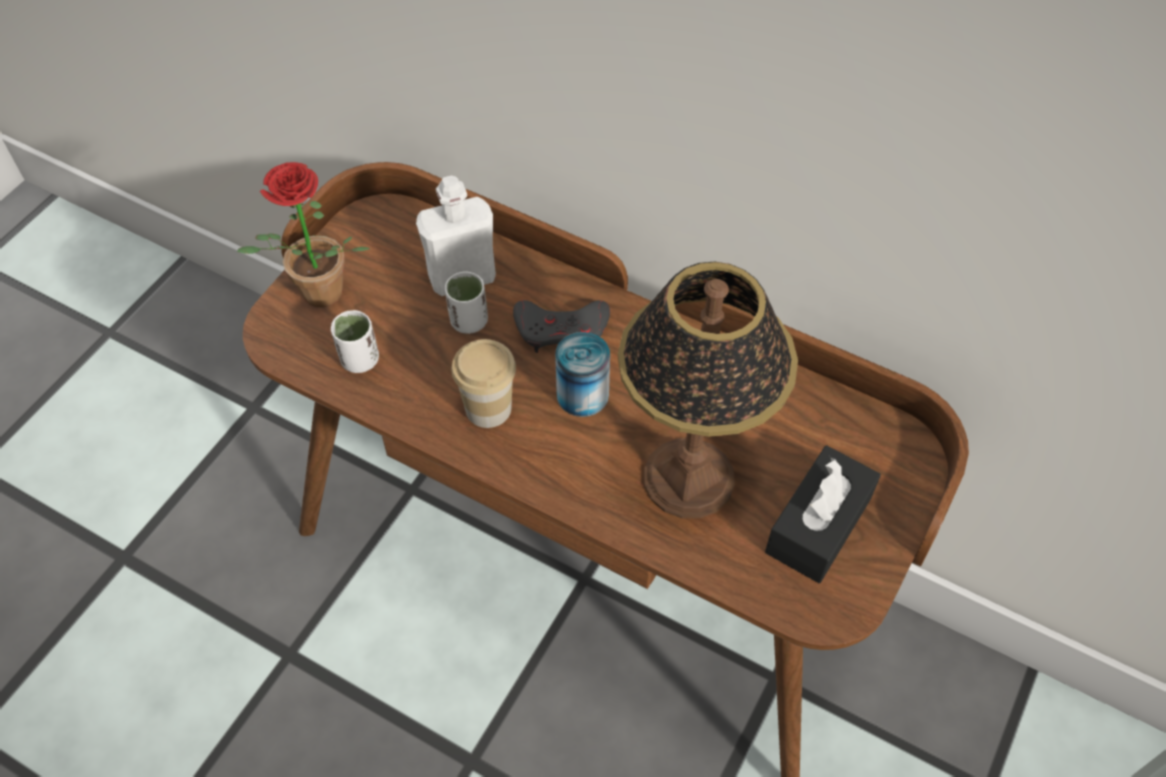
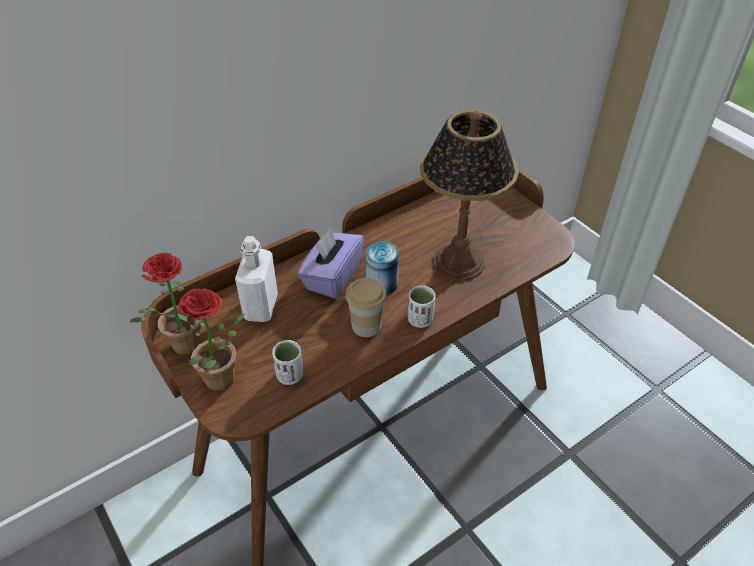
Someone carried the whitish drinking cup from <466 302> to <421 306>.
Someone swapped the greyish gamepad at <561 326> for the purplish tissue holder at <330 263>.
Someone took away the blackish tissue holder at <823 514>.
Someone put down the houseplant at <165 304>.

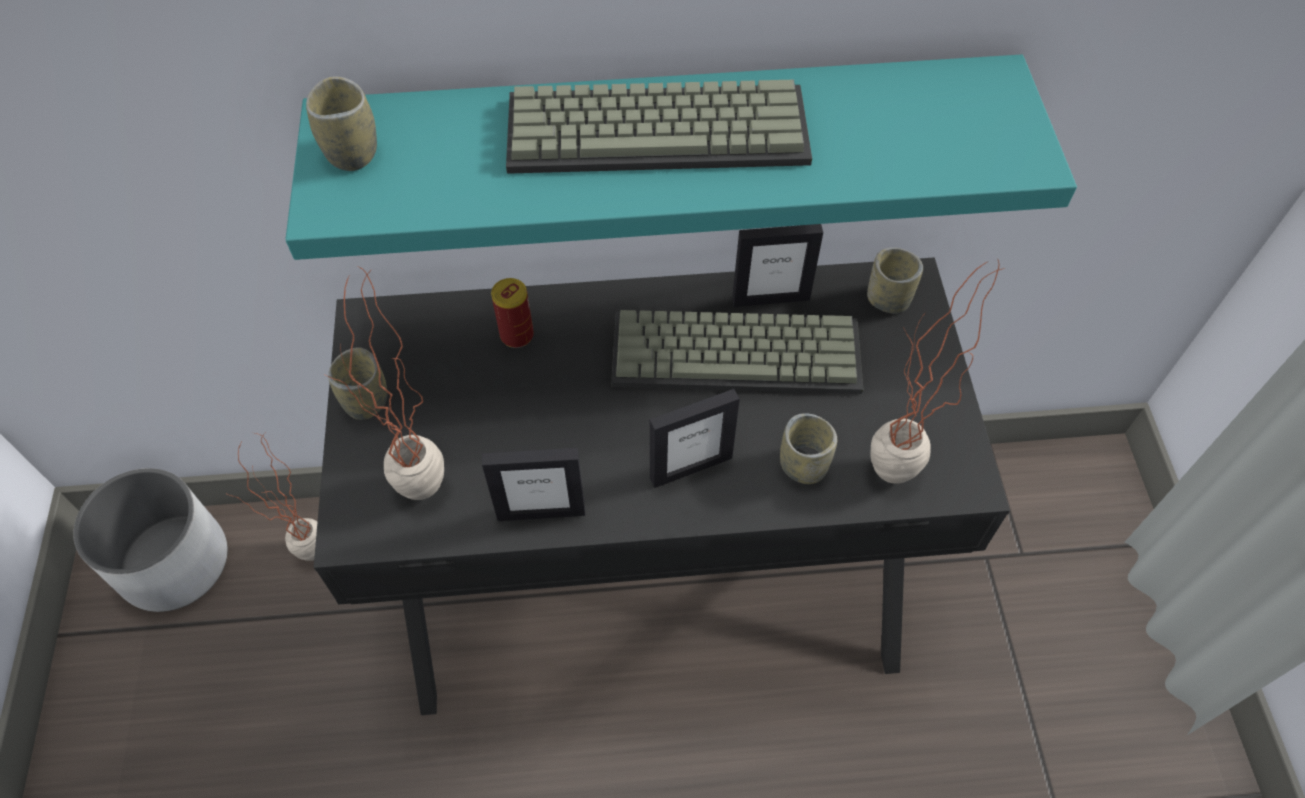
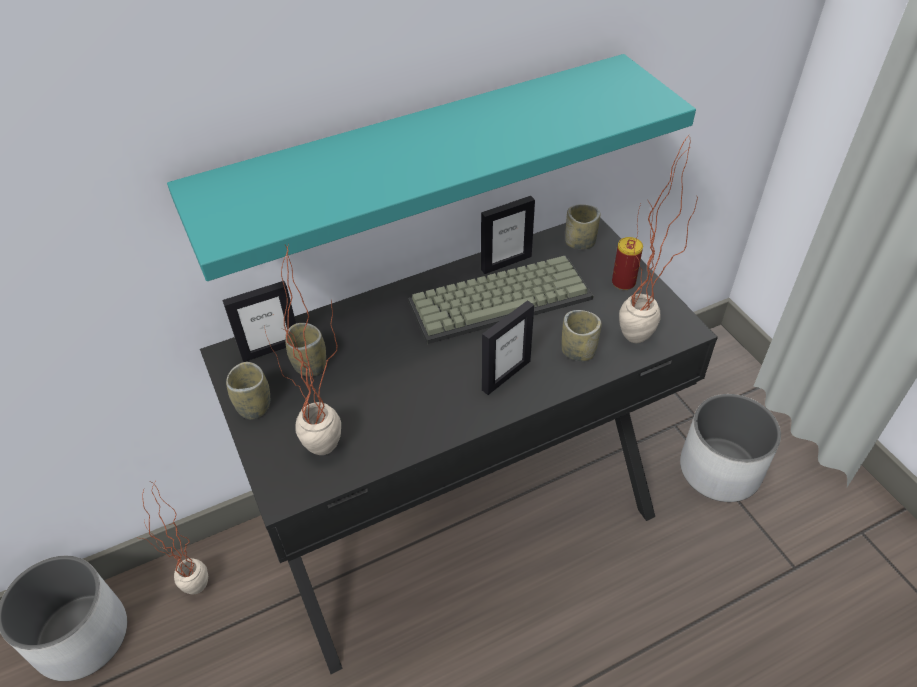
Someone carried the drinking cup from <341 123> to <305 350>.
Someone took away the keyboard at <659 127>.
Someone carried the sealed can from <512 313> to <627 263>.
Someone carried the standing frame from <533 484> to <259 321>.
Someone put down the whitish plant pot at <730 448>.

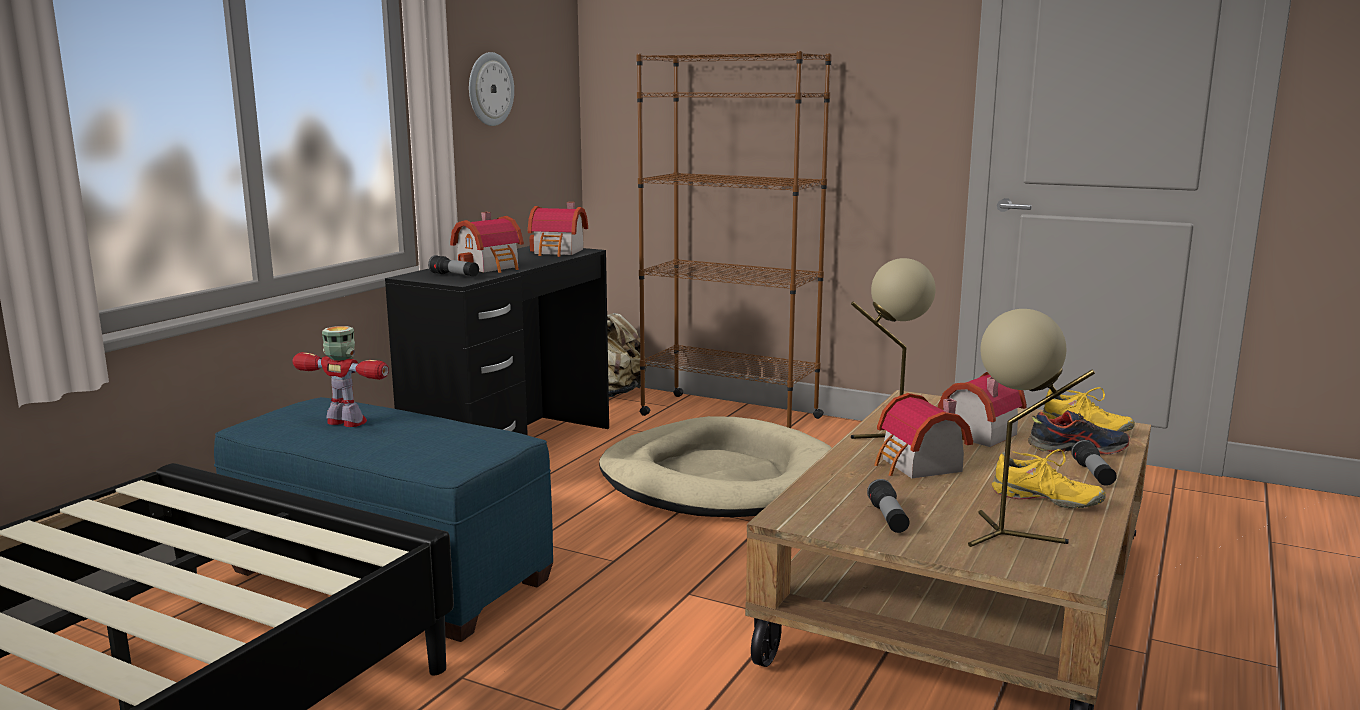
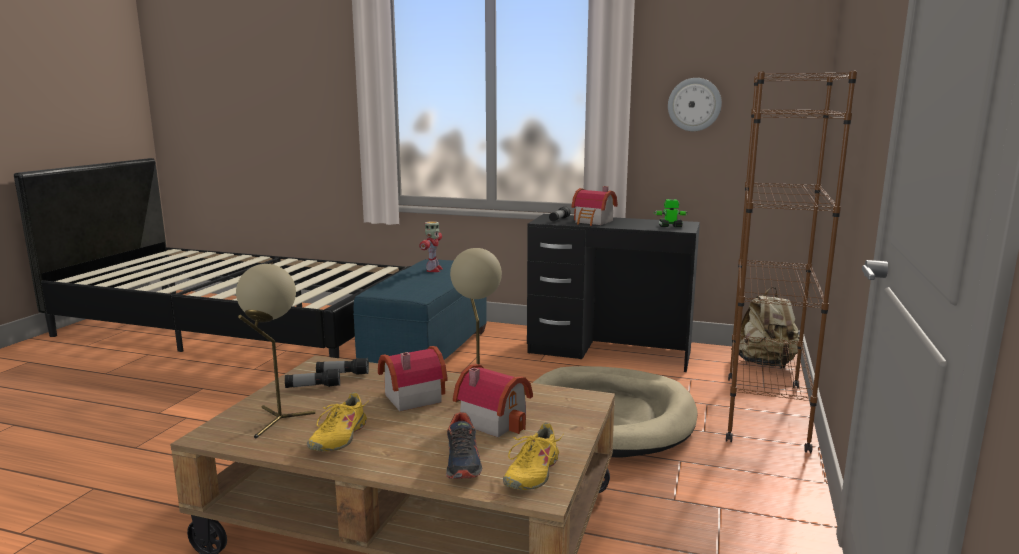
Someone swapped the miniature house at <558 229> for the toy robot at <671 213>.
Someone carried the flashlight from <1094 463> to <342 366>.

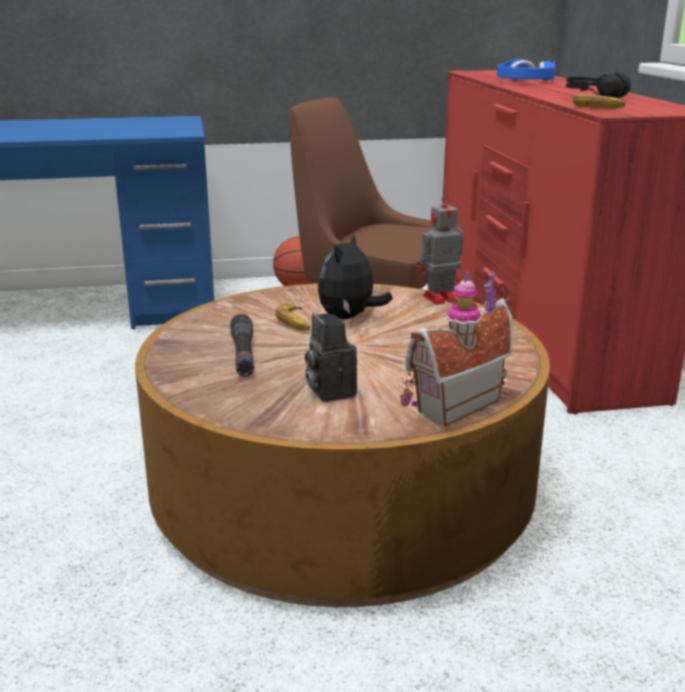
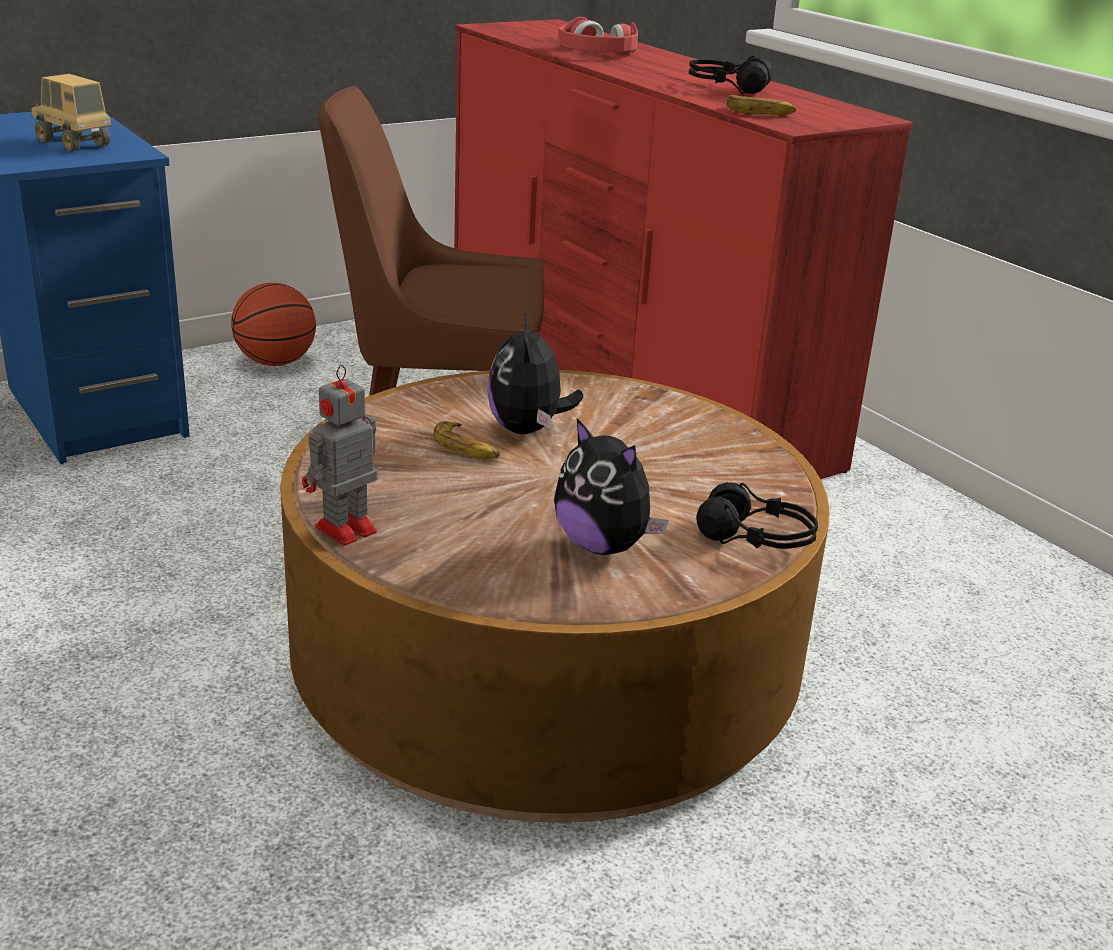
Someone repainted the bluish pair of headphones at <526 70>, which became the reddish pair of headphones at <598 35>.
Someone carried the toy robot from <440 249> to <339 455>.
Someone swapped the miniature house at <456 348> for the blackish pair of headphones at <757 515>.
Someone swapped the photo camera at <331 357> for the cuddly toy at <611 486>.
Someone took away the blackish flashlight at <242 345>.
Someone put down the toy lorry at <71 113>.

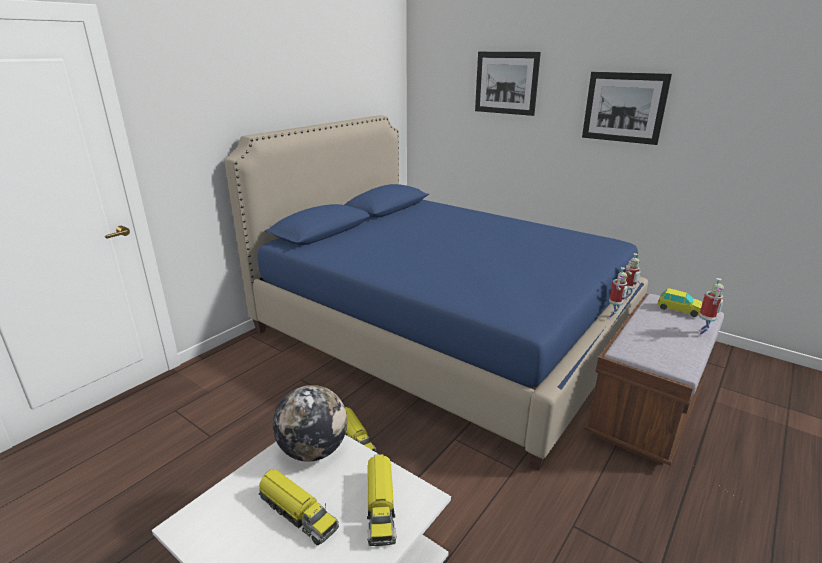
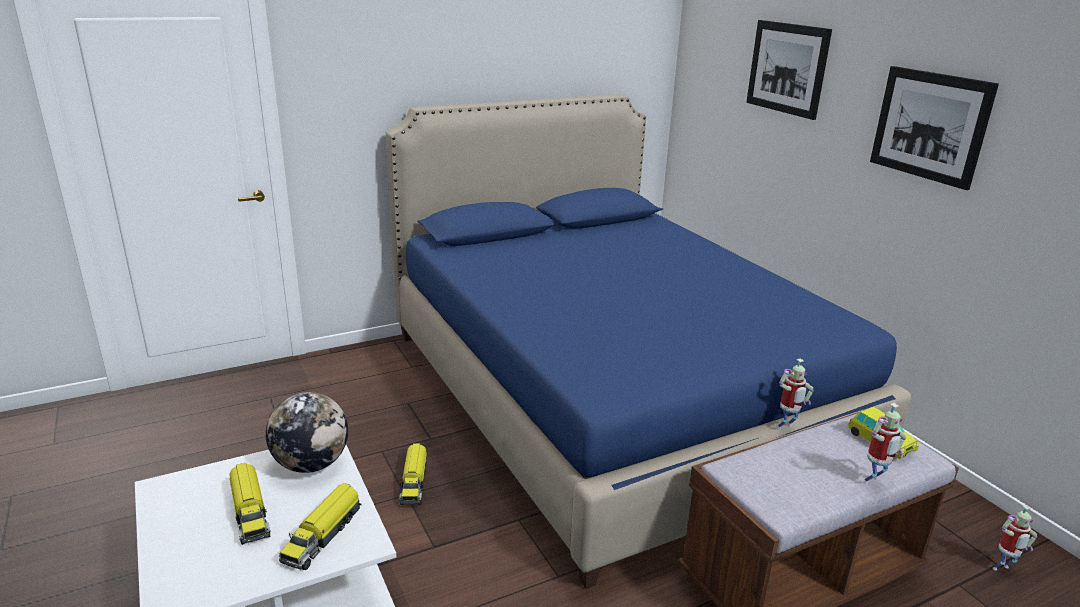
Someone carried the toy robot from <632 276> to <1014 538>.

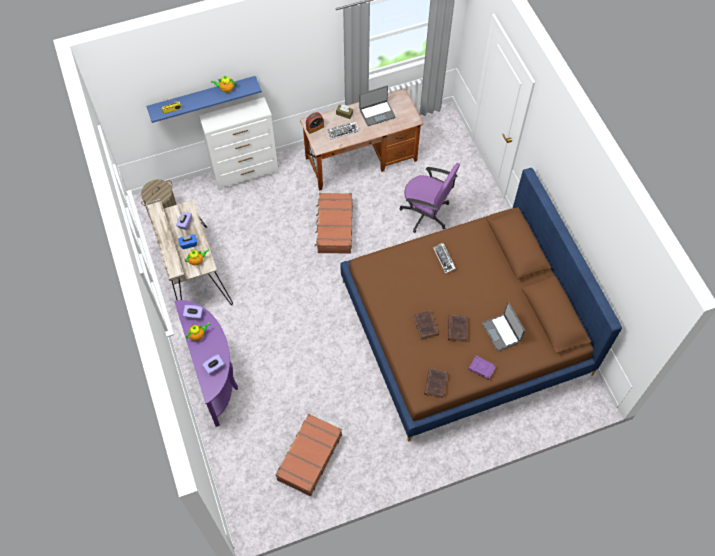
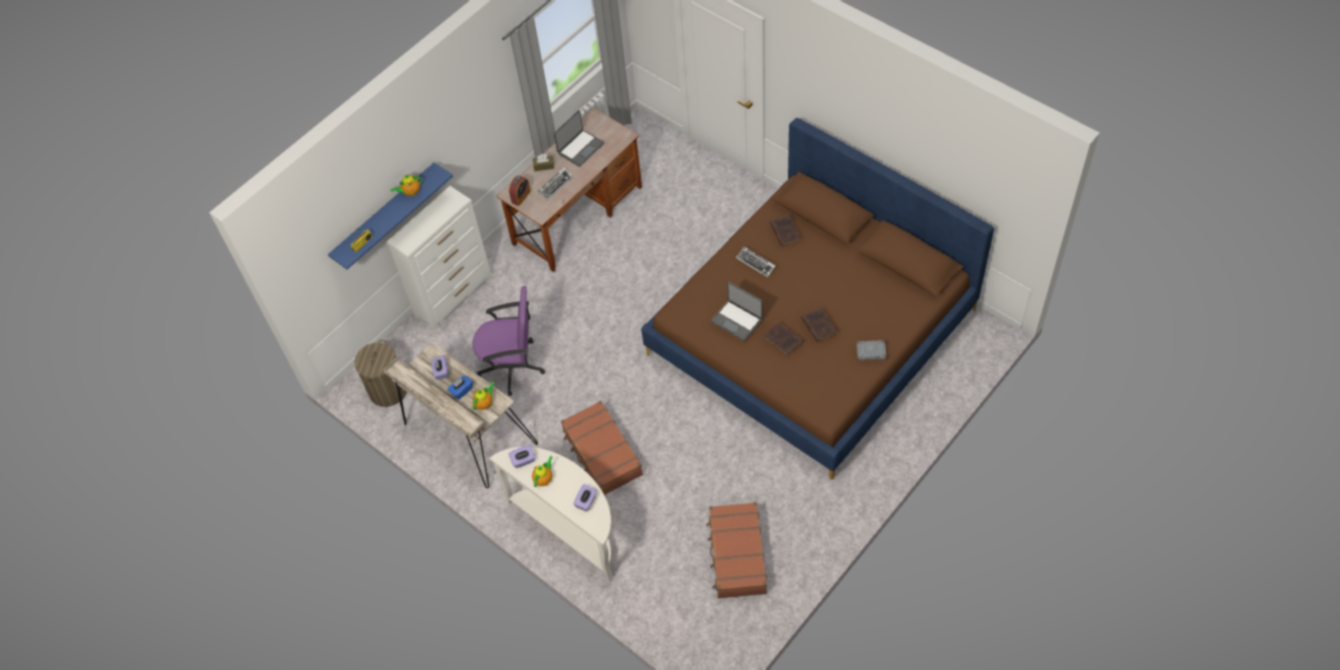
Someone carried the purplish office chair from <429 198> to <508 341>.
Someone carried the brown piece of luggage from <334 223> to <602 448>.
Someone repainted the purplish console table at <206 363>, which became the whitish console table at <552 514>.
Someone carried the notebook computer from <503 326> to <737 311>.
Someone repainted the purplish bound book at <482 368>, which became the greyish bound book at <871 350>.
Someone carried the brown bound book from <436 383> to <786 231>.

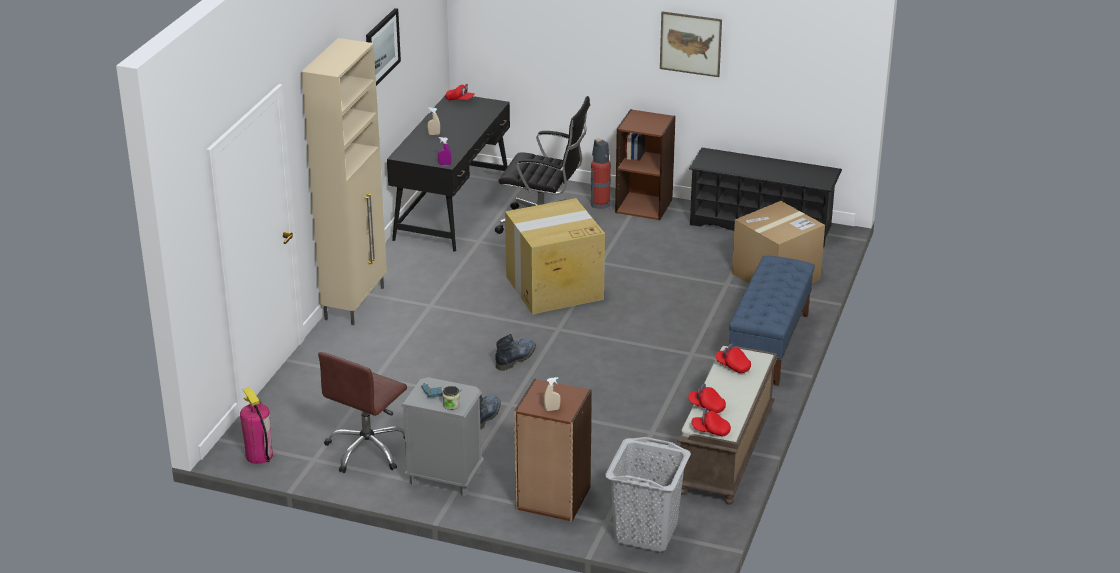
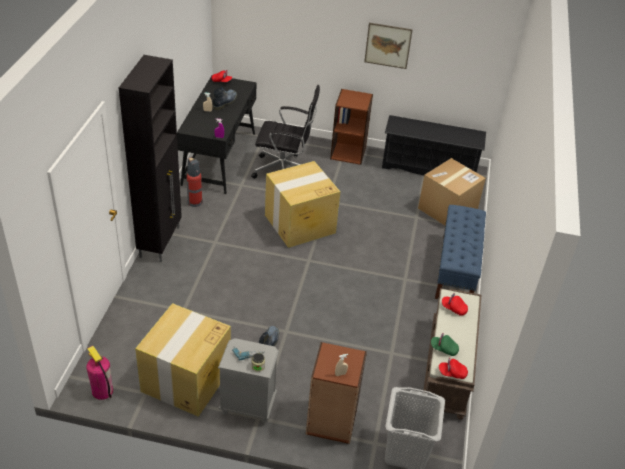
Someone took away the picture at <383 47>.
Someone repainted the beige cabinet at <344 181>, which became the blackish cabinet at <150 158>.
Someone carried the fire extinguisher from <601 174> to <195 182>.
Someone carried the boot from <515 352> to <225 98>.
Someone swapped the brown office chair at <362 412> for the carton at <183 360>.
Someone repainted the reddish peaked cap at <707 398>, which became the greenish peaked cap at <445 344>.

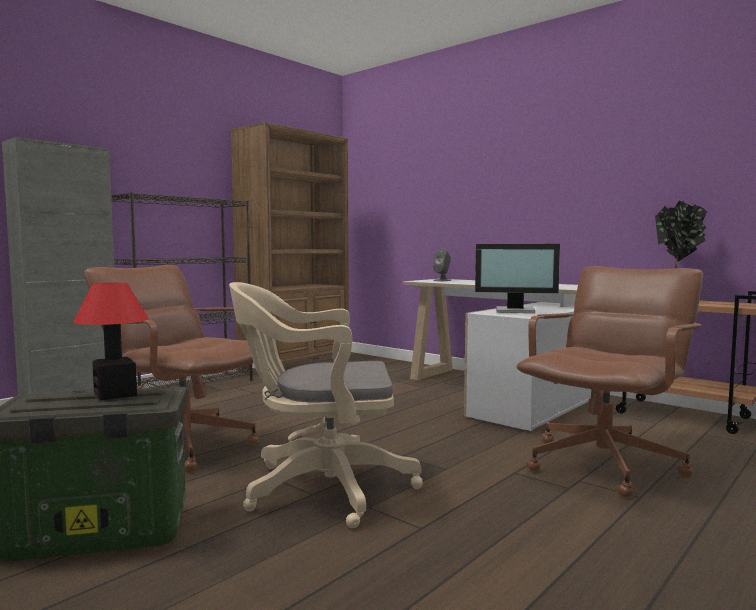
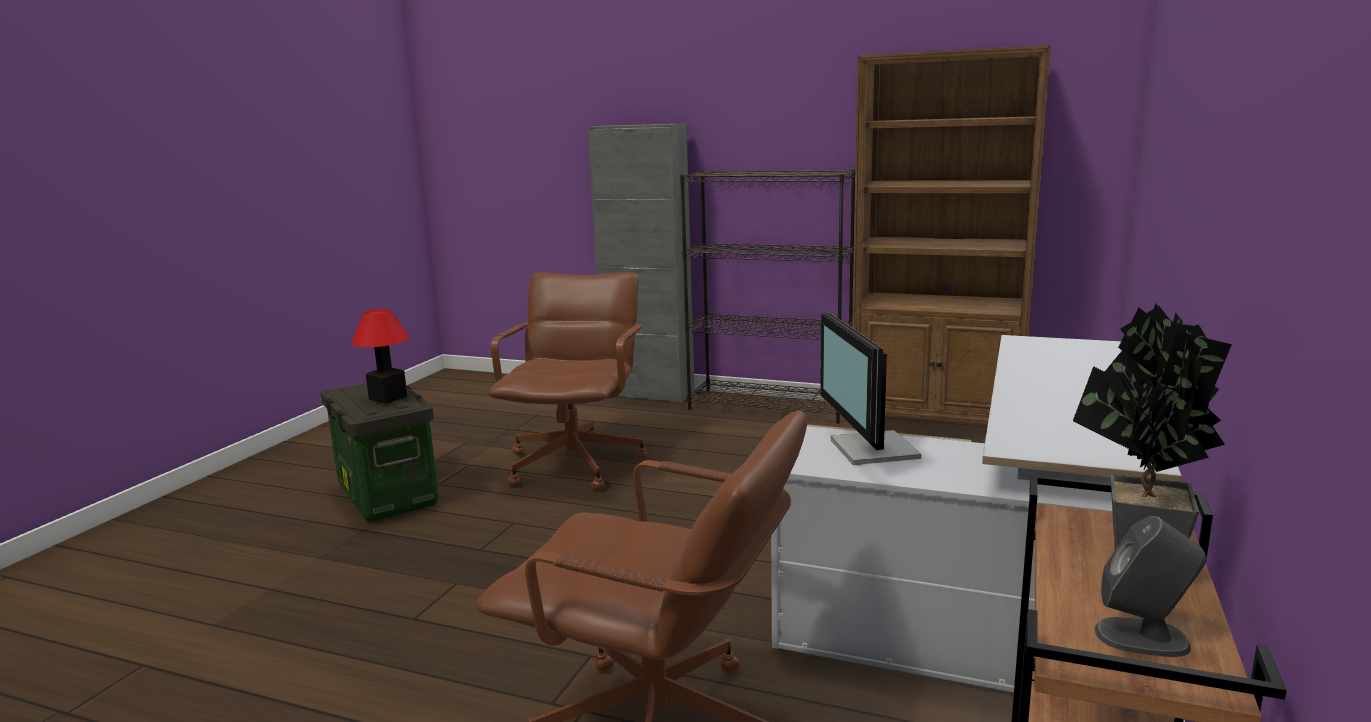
Someone carried the greyish audio speaker from <441 264> to <1150 586>.
Someone took away the beige office chair at <326 405>.

